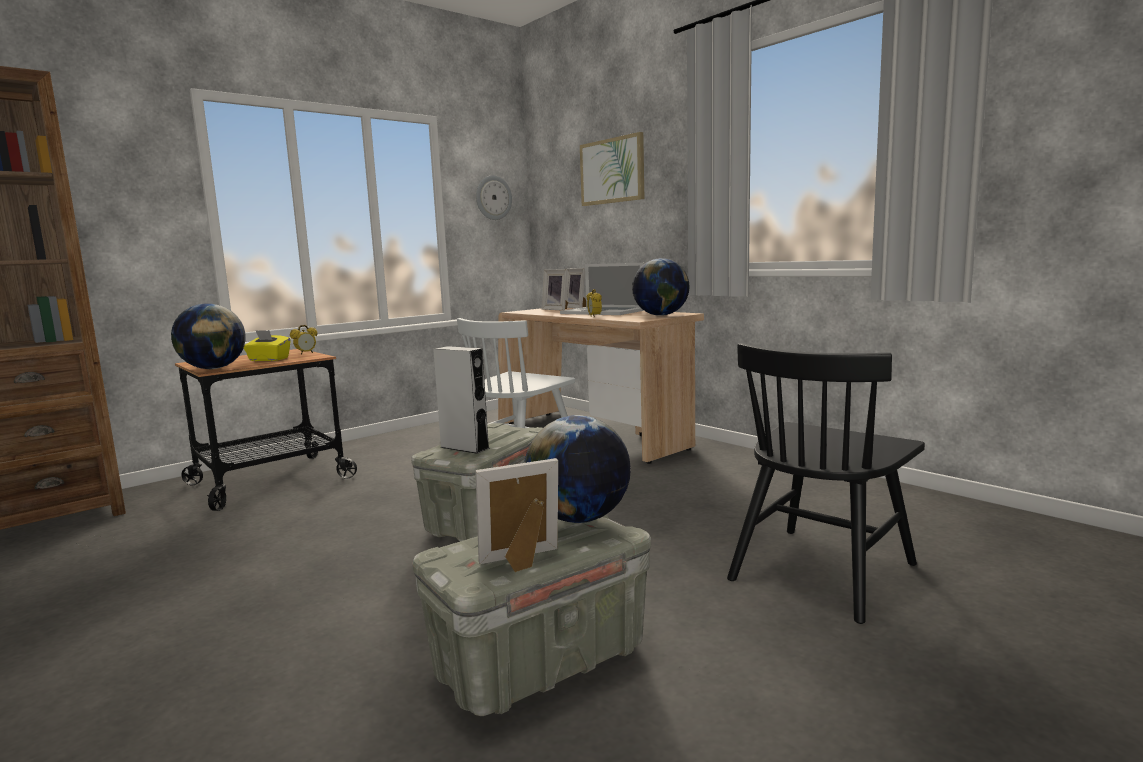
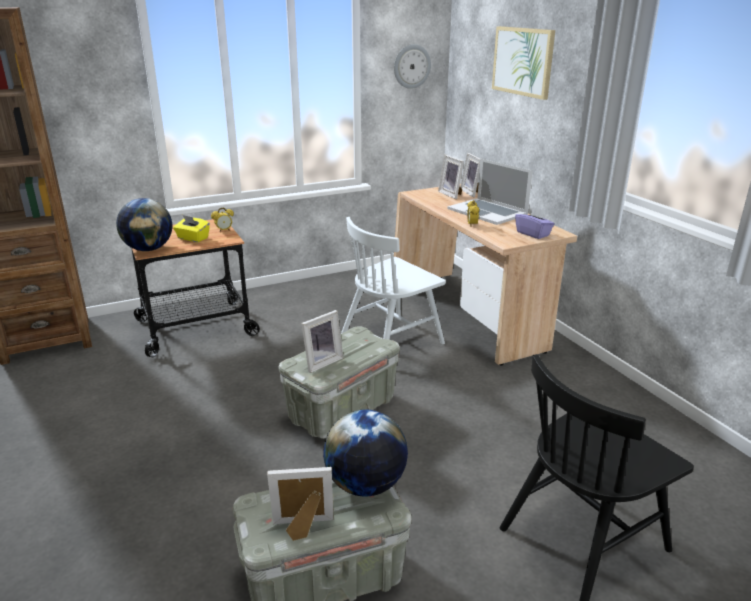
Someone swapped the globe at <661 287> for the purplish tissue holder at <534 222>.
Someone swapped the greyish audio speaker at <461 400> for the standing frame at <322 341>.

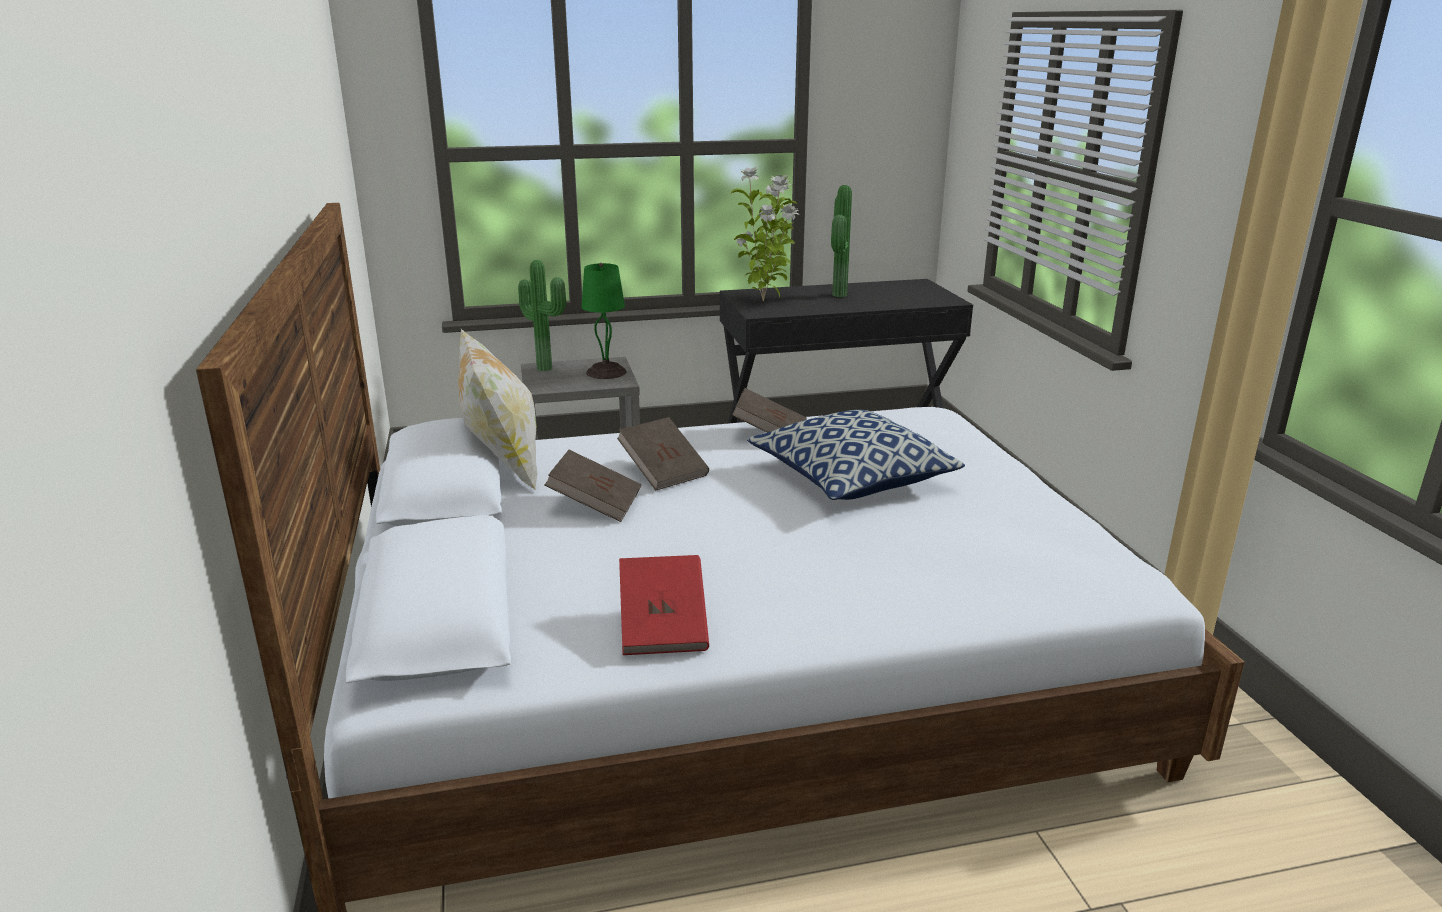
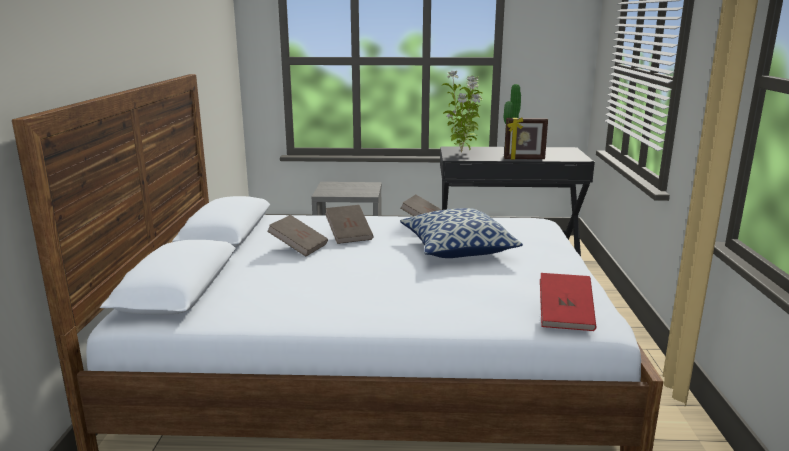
Someone took away the houseplant at <542 315>.
Someone took away the greenish tabletop lamp at <604 321>.
Someone took away the throw pillow at <497 409>.
Someone carried the reddish bound book from <664 605> to <568 302>.
Someone put down the standing frame at <526 138>.

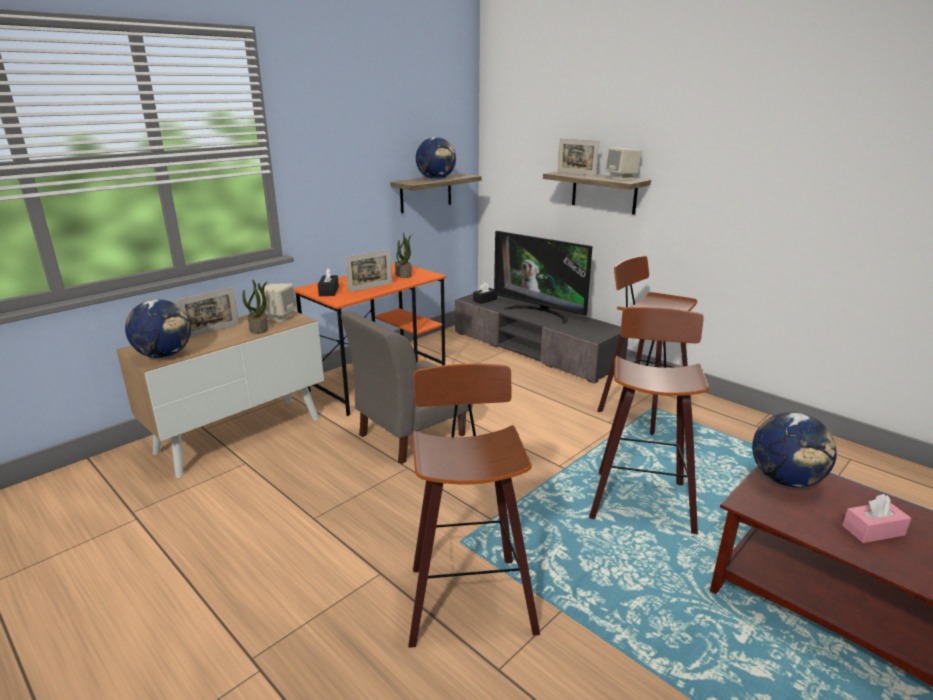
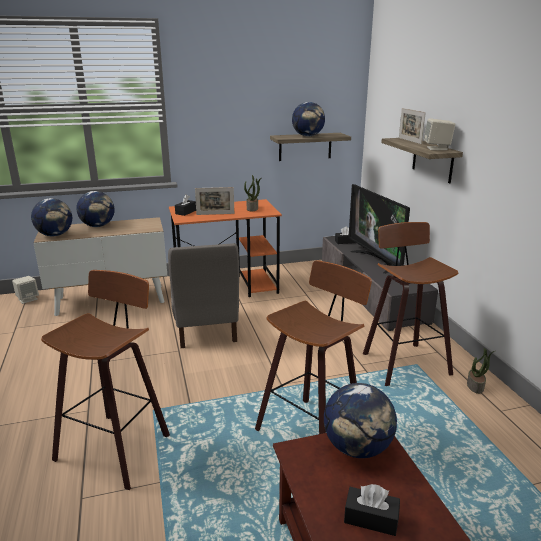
Someone carried the houseplant from <255 306> to <481 371>.
Someone carried the beige audio speaker from <277 302> to <25 290>.
Someone swapped the standing frame at <208 312> for the globe at <95 209>.
Someone rotated the greyish upright chair at <407 388> by 90 degrees counterclockwise.
Someone repainted the pink tissue holder at <876 518>, which became the blackish tissue holder at <372 510>.

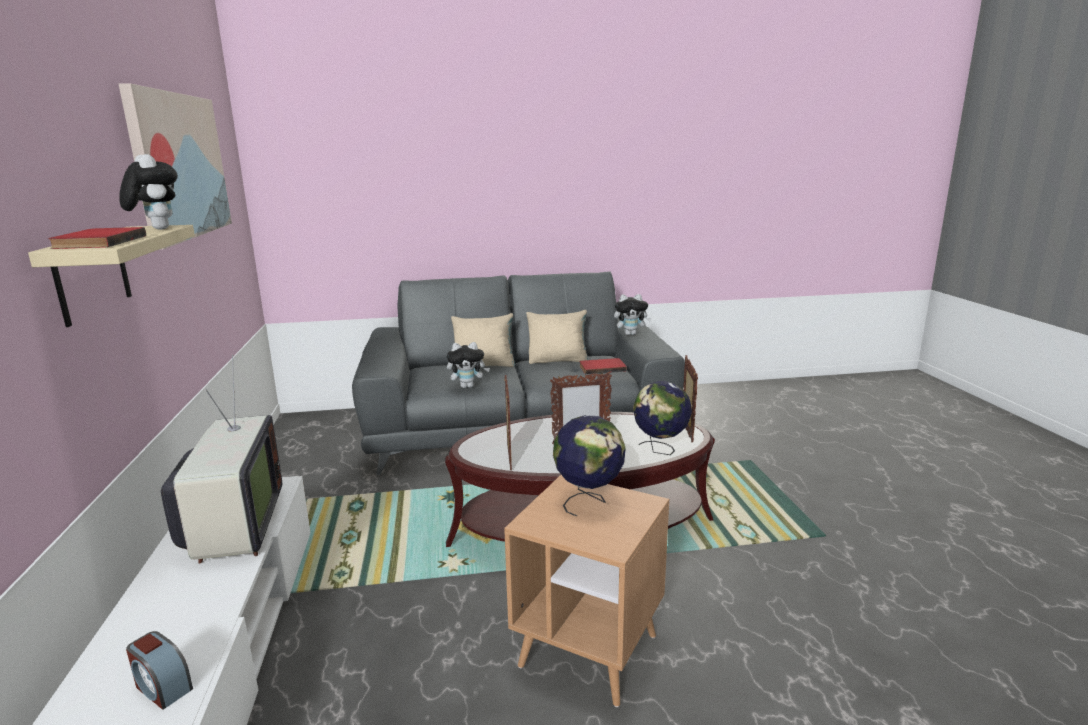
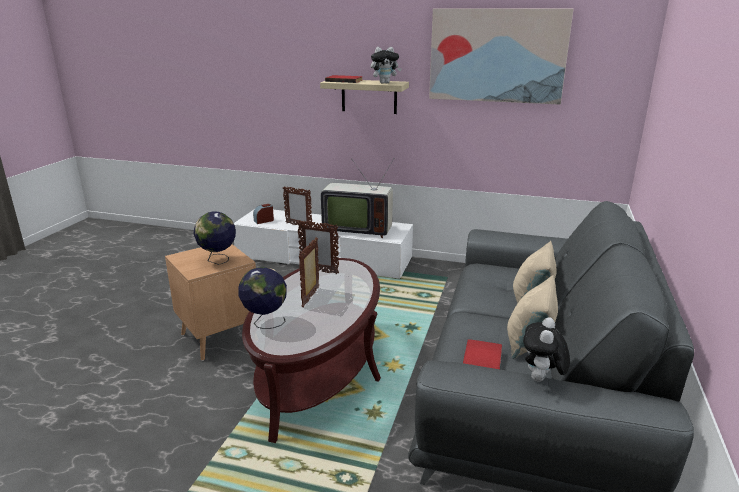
Someone took away the cuddly toy at <468 365>.
Someone carried the standing frame from <690 398> to <297 206>.

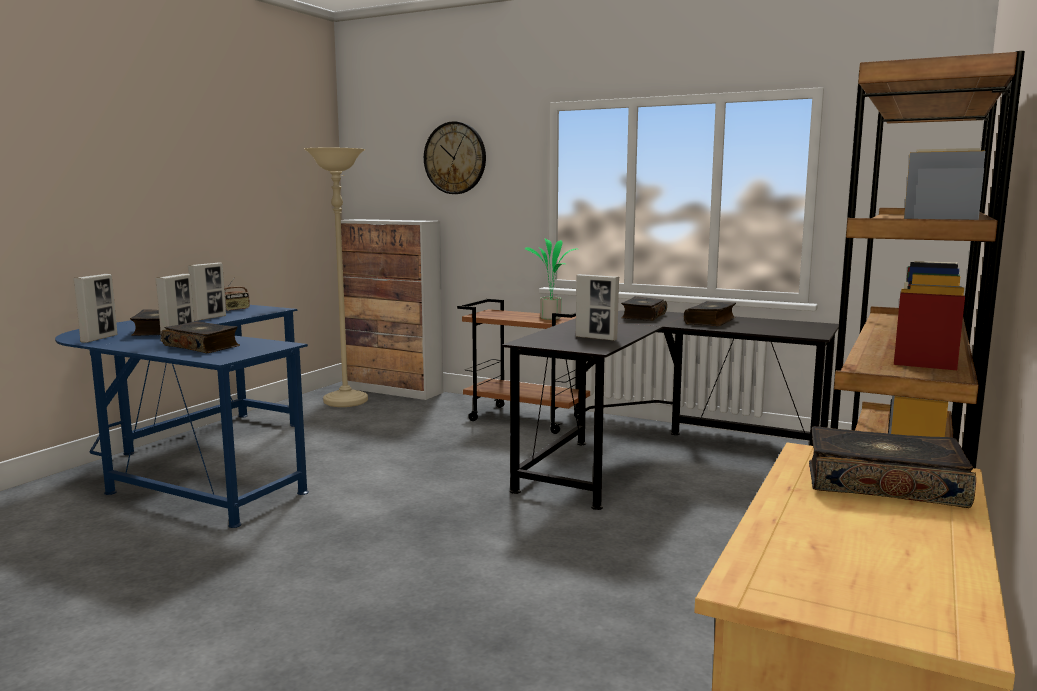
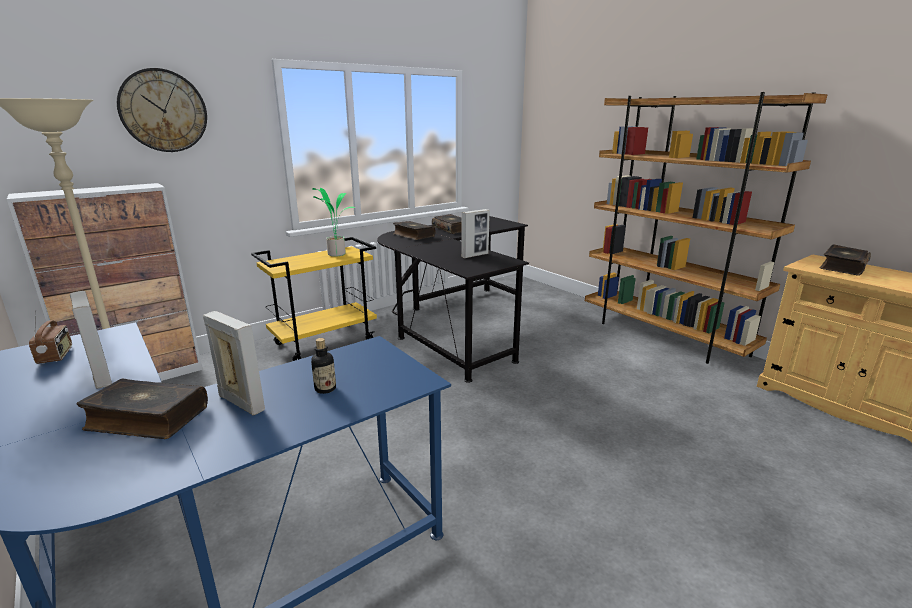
Someone took away the standing frame at <95 308>.
Someone repainted the brown cart at <523 366>, which became the yellowish cart at <314 299>.
Someone swapped the bound book at <200 337> for the beverage bottle at <323 366>.

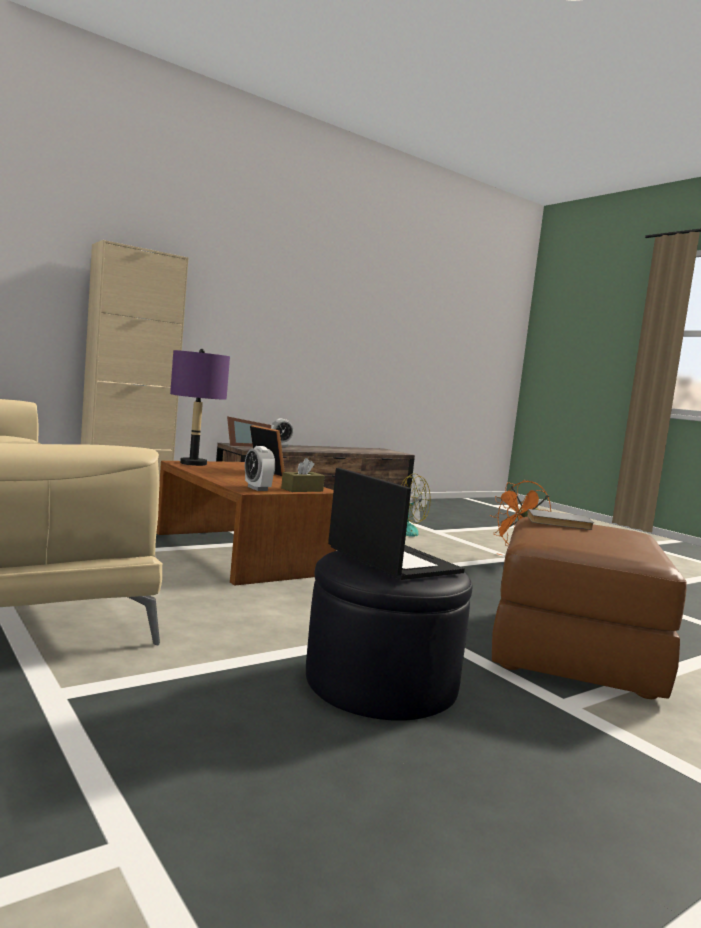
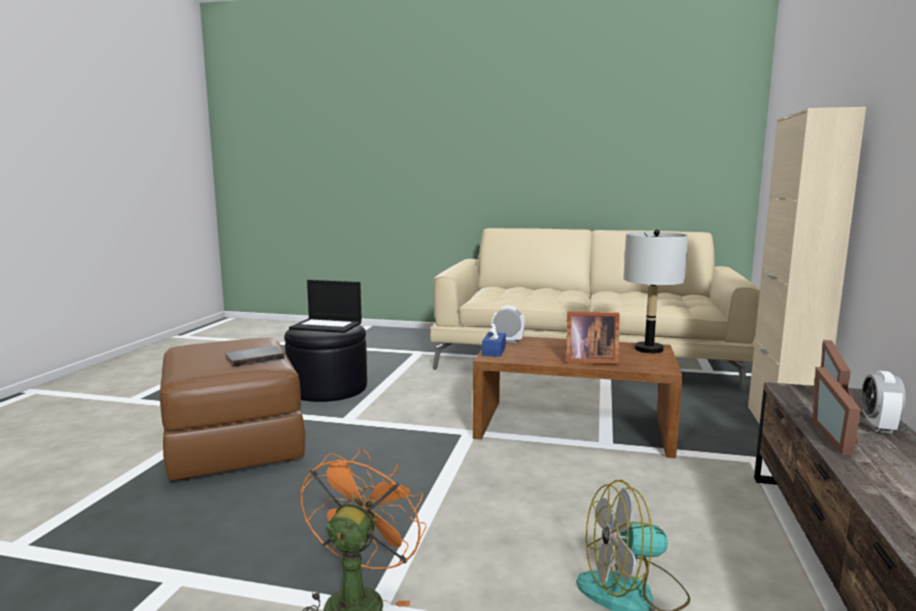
Someone repainted the purplish tabletop lamp at <200 407>, which became the greyish tabletop lamp at <655 291>.
Someone repainted the brown tissue holder at <303 475>, which became the bluish tissue holder at <494 340>.
Someone put down the standing frame at <837 411>.

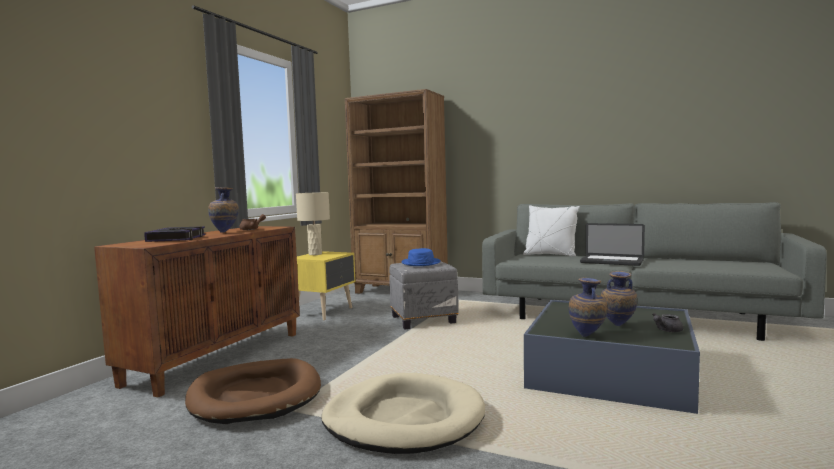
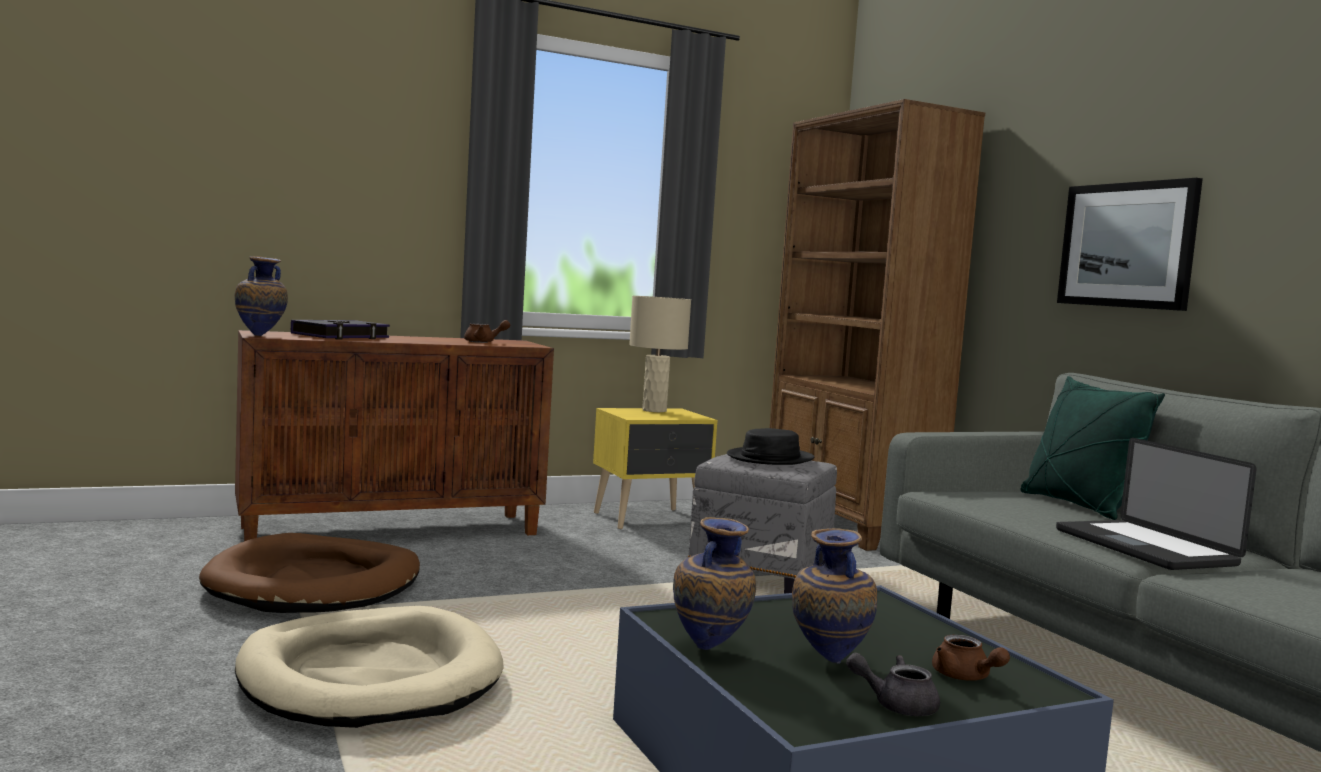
Someone carried the vase from <223 210> to <261 296>.
Someone repainted the whitish throw pillow at <551 231>, which became the greenish throw pillow at <1093 448>.
Someone repainted the bluish wearable hat at <421 257>, which became the blackish wearable hat at <770 446>.
Someone put up the picture at <1130 244>.
Someone put down the brown tea pot at <971 657>.

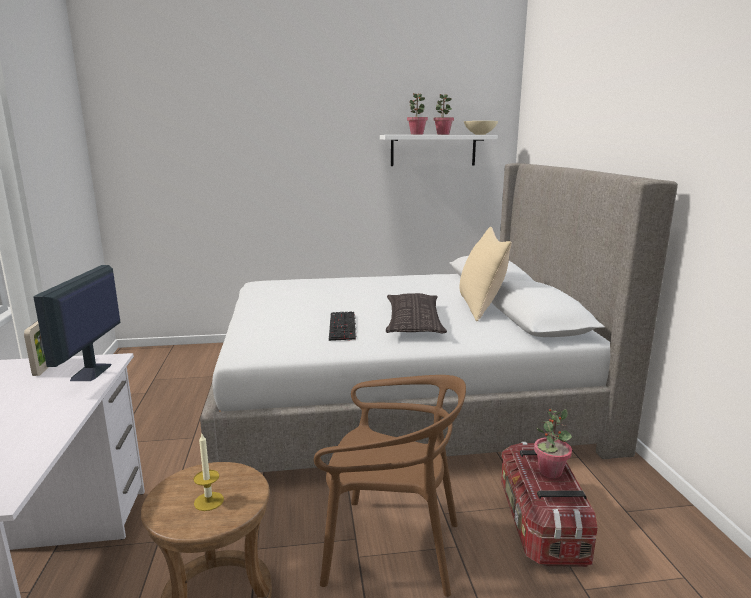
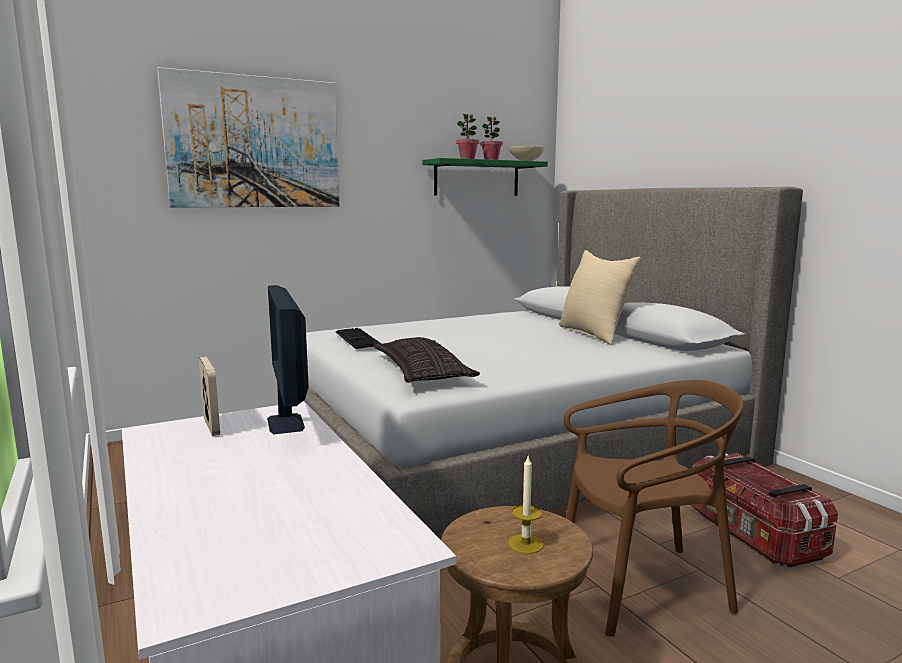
Someone repainted the whitish bracket shelf at <439 150>, which became the greenish bracket shelf at <485 177>.
Someone carried the throw pillow from <416 313> to <426 360>.
Someone carried the keyboard from <343 326> to <358 338>.
Someone took away the houseplant at <553 443>.
Someone put up the picture at <248 137>.

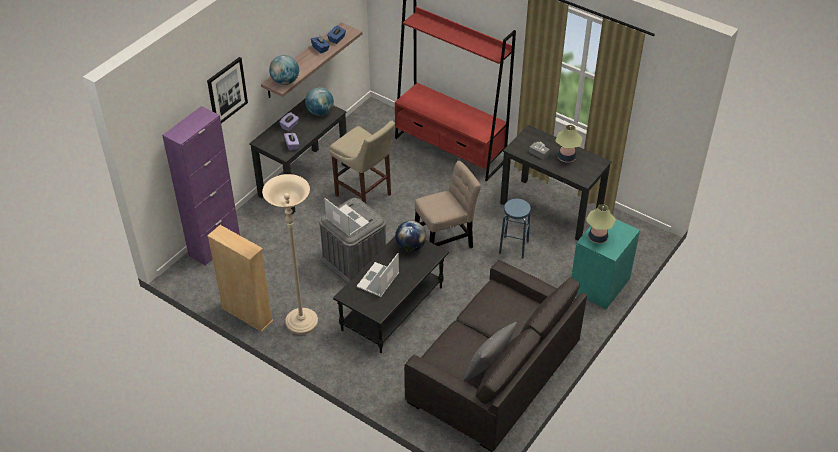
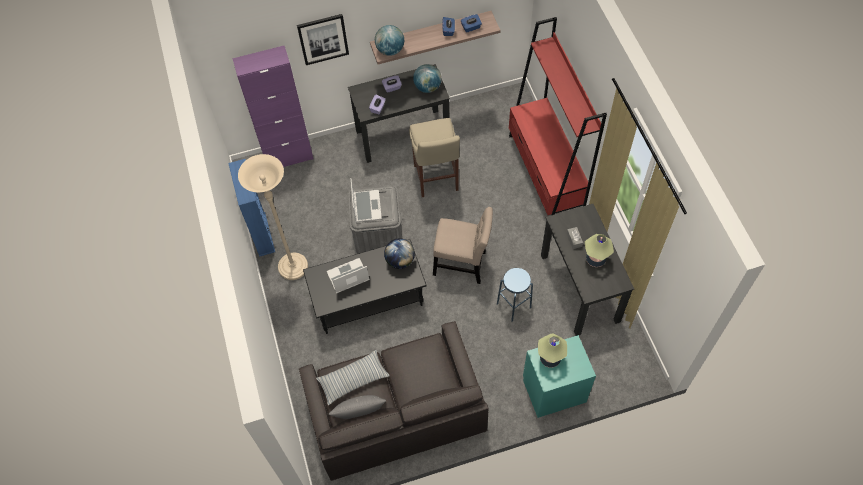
Someone repainted the beige bookshelf at <240 278>, which became the bluish bookshelf at <251 208>.
Someone put down the throw pillow at <353 377>.

